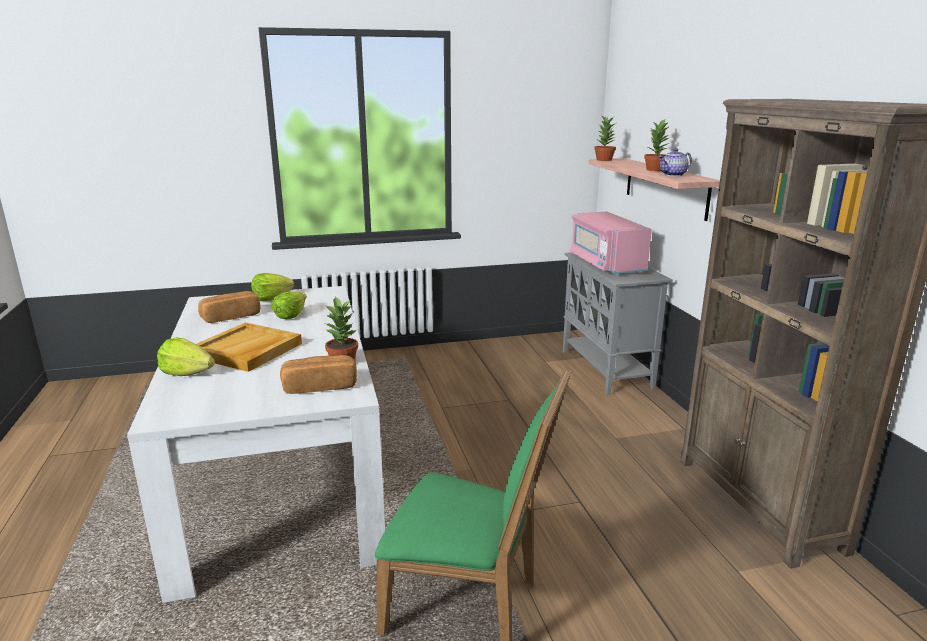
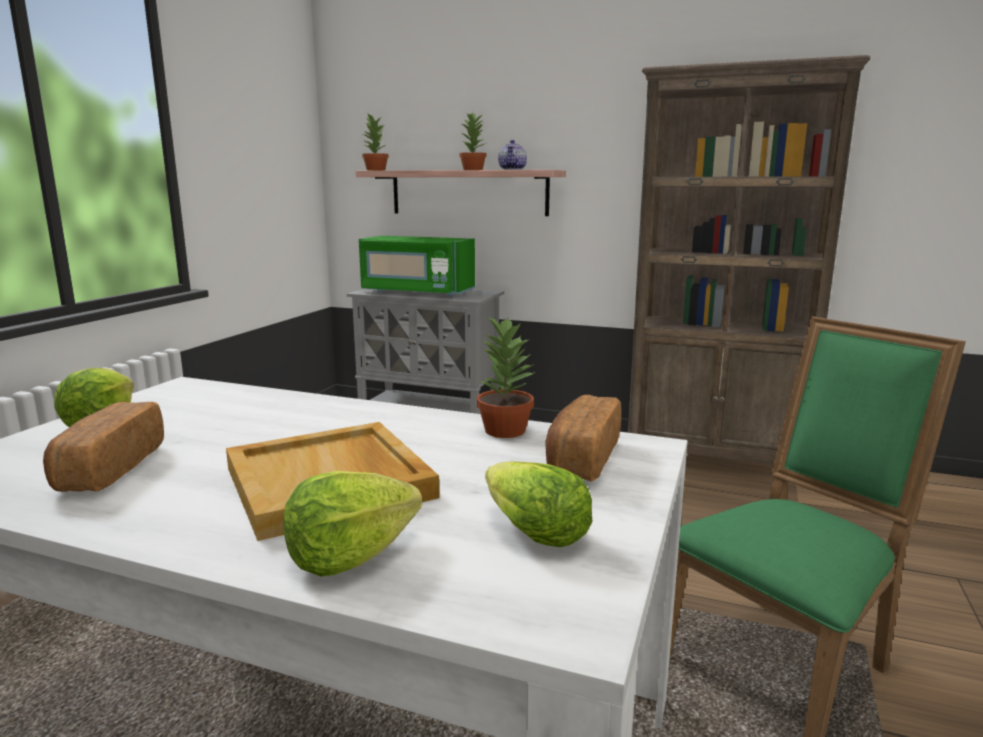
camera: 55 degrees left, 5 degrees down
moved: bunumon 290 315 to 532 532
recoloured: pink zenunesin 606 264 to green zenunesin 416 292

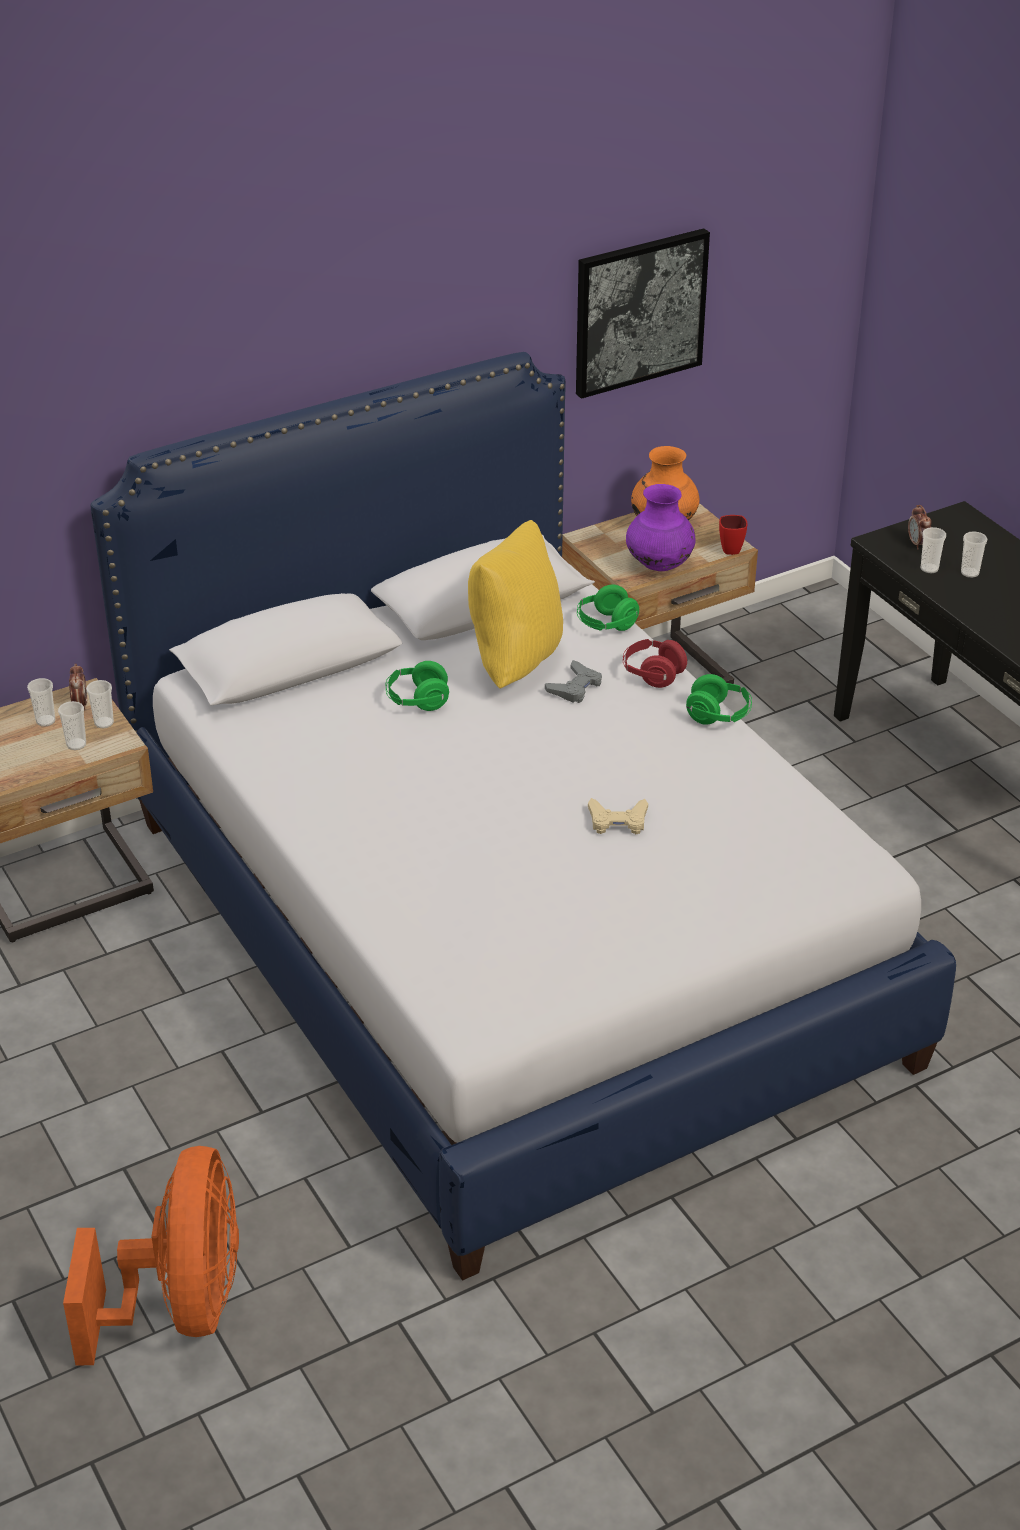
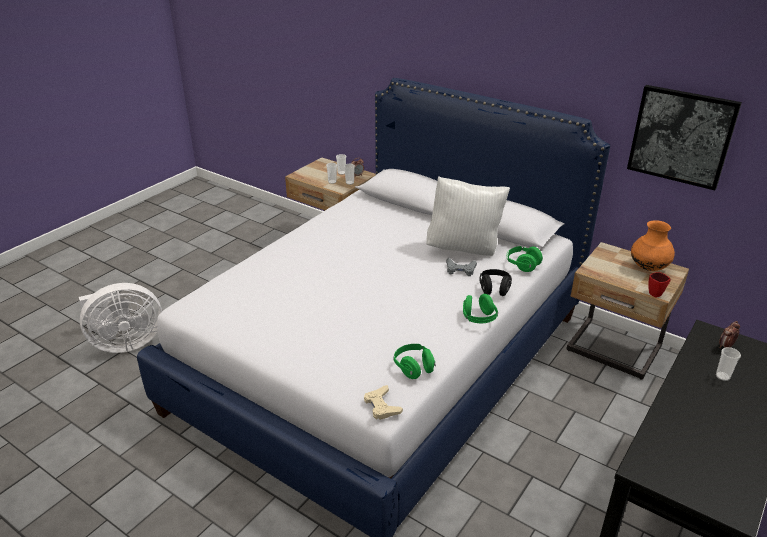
camera: 65 degrees right, 5 degrees down
removed: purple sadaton 659 566; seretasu 929 568
moved: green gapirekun 417 701 to 413 368; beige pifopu 618 821 to 381 406
recoloured: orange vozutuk 181 1306 to white vozutuk 125 343; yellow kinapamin 513 661 to white kinapamin 464 248; red gapirekun 653 674 to black gapirekun 494 289

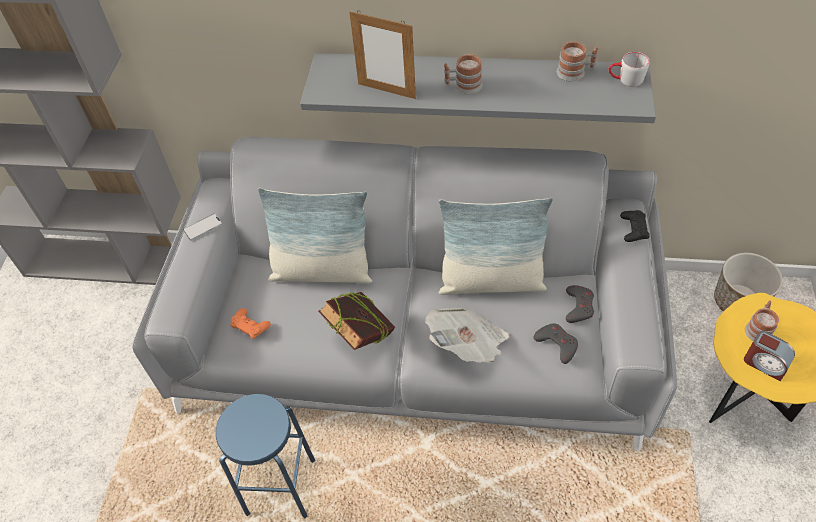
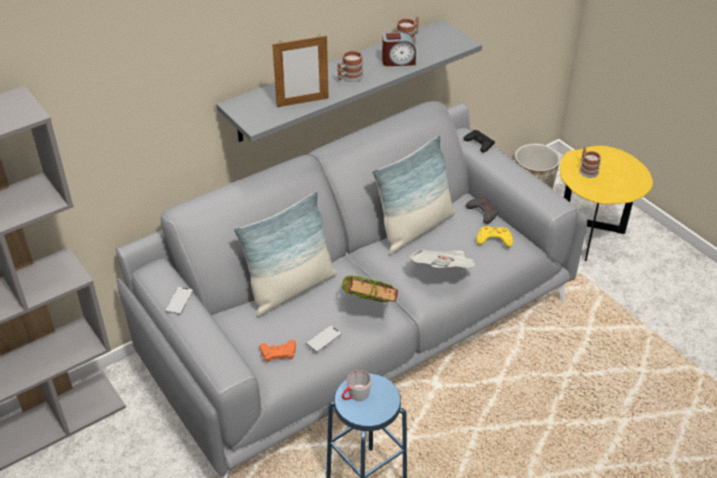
camera: 45 degrees left, 10 degrees down
added: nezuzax 323 339
moved: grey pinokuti 625 80 to 355 396; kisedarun 764 364 to 398 61
recoloured: grey pifopu 557 344 to yellow pifopu 494 239

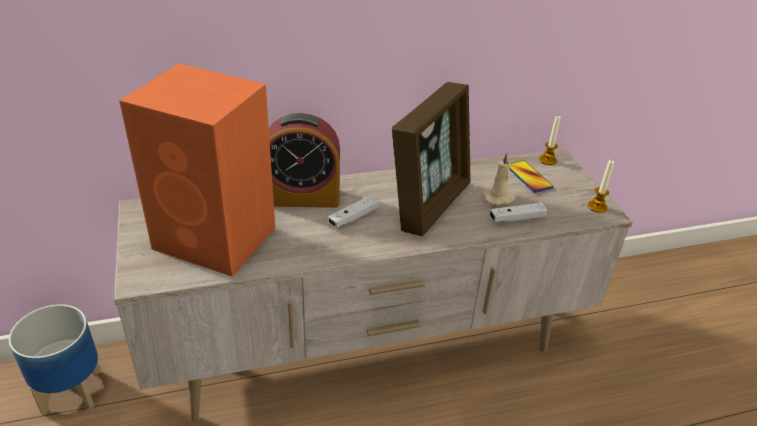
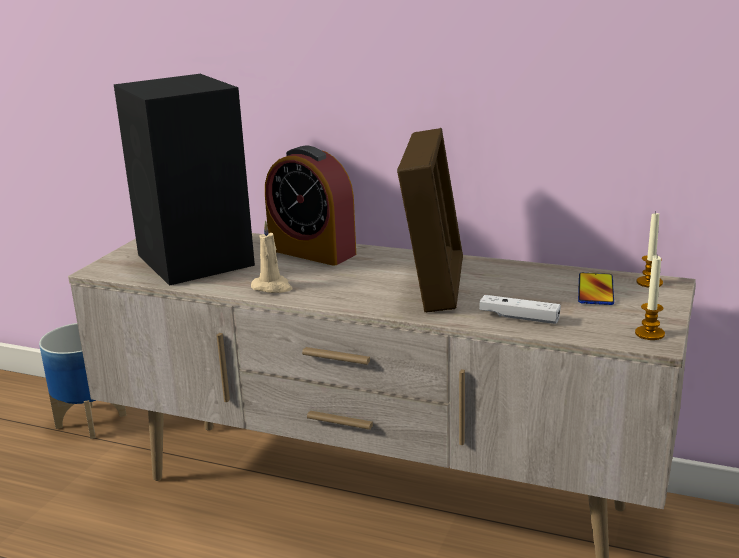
camera: 40 degrees right, 15 degrees down
removed: white pifopu 354 217
moved: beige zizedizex 499 198 to 272 287
recoloured: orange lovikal 217 239 to black lovikal 196 261
turned: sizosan 429 204 = 434 284 60 degrees counterclockwise

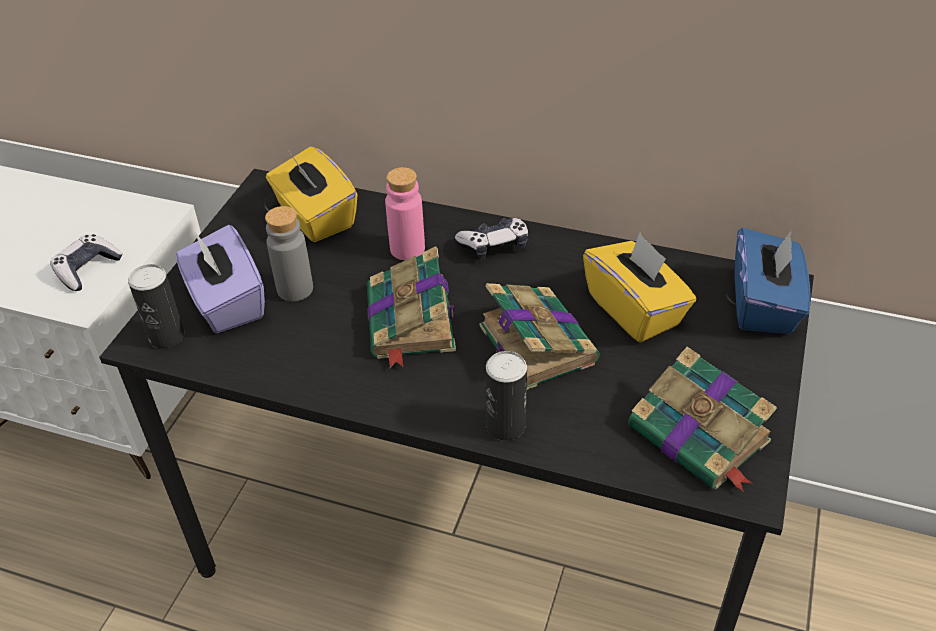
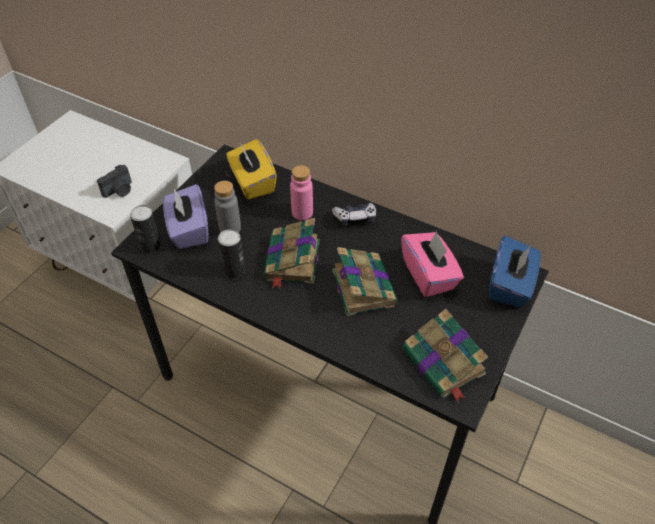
camera: 10 degrees right, 5 degrees up
moved: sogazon 505 426 to 234 270
replaced: pifopu 87 269 to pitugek 119 191
recoloured: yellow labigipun 635 310 to pink labigipun 429 275

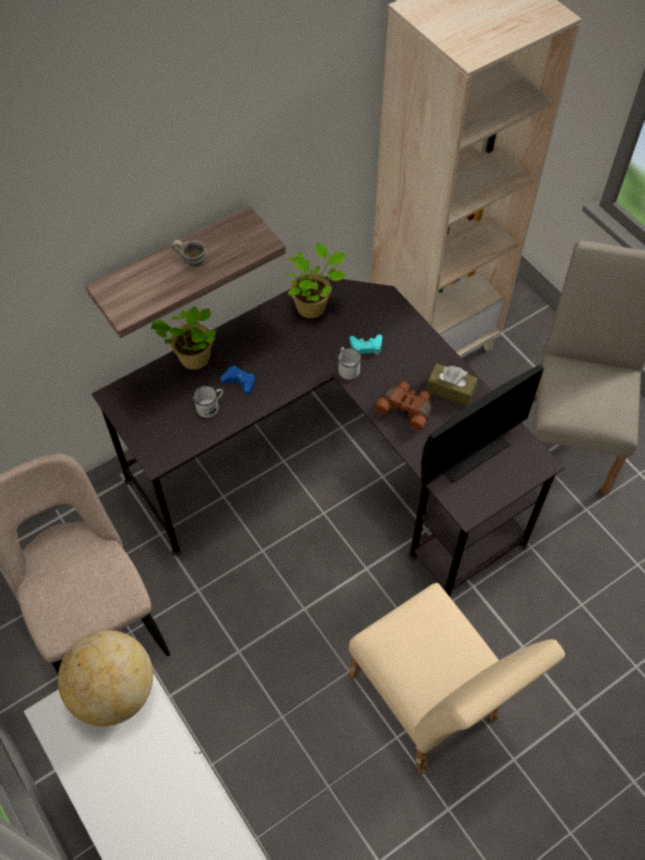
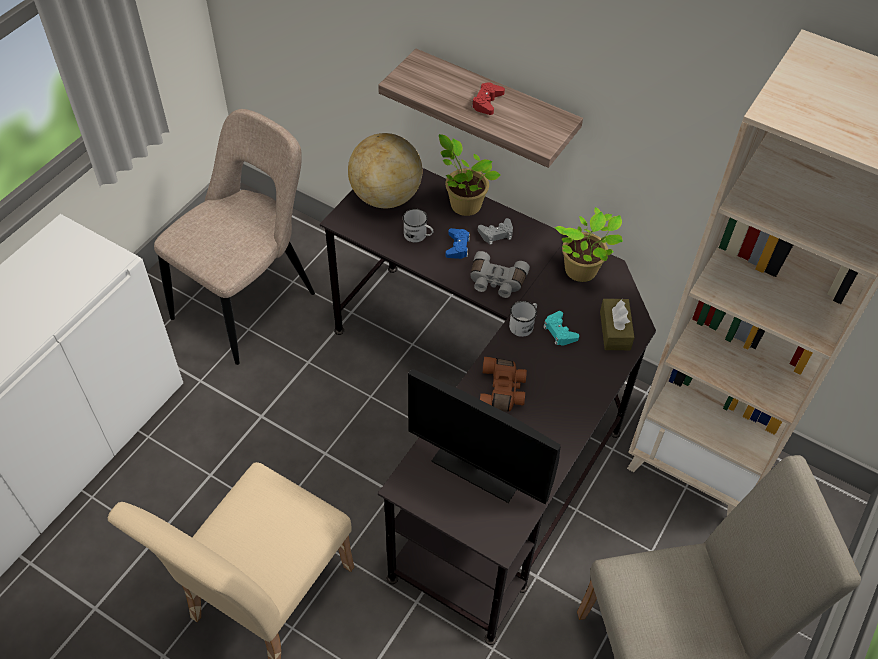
camera: 65 degrees right, 5 degrees down
added: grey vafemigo 496 282; grey pifopu 496 234
moved: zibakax 114 692 to 385 197; brown labigipun 450 390 to 615 330
replaced: grey pinokuti 192 260 to red pifopu 487 102

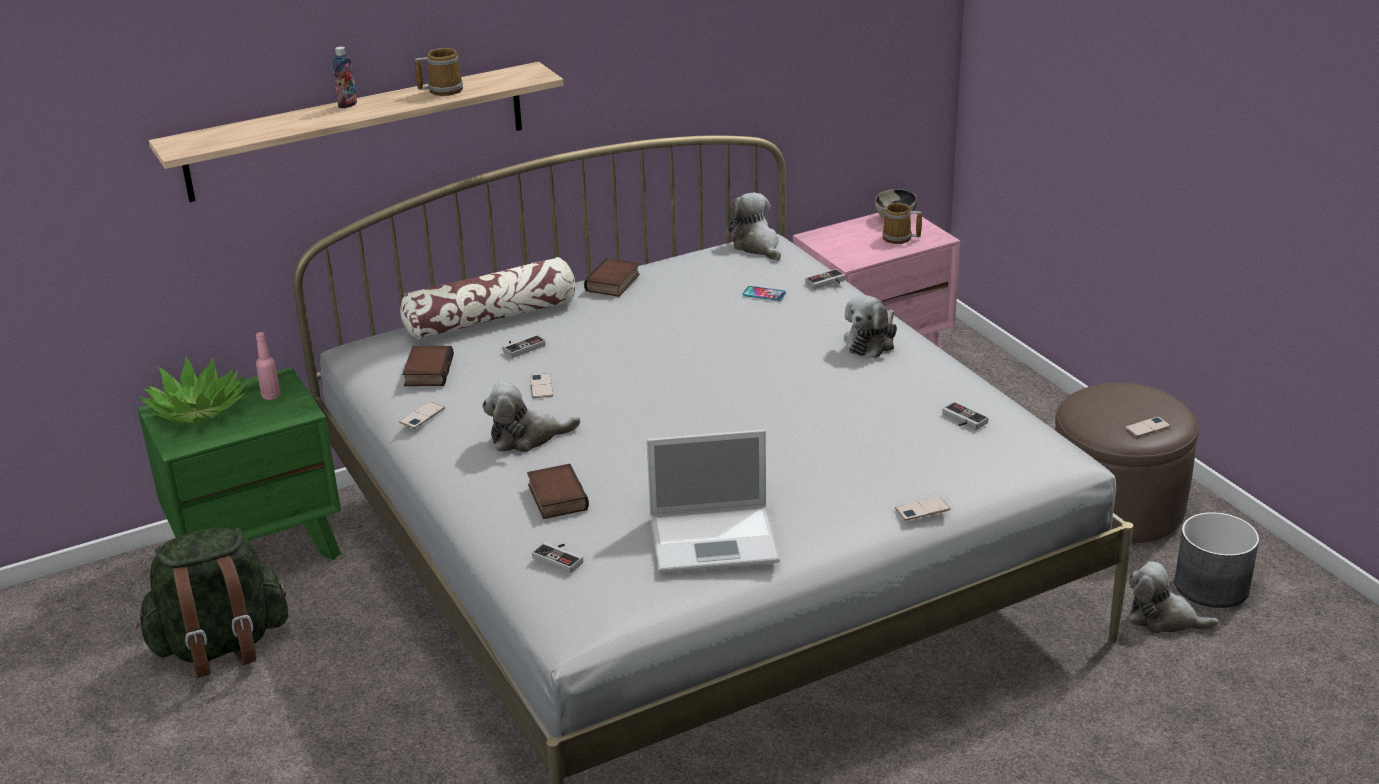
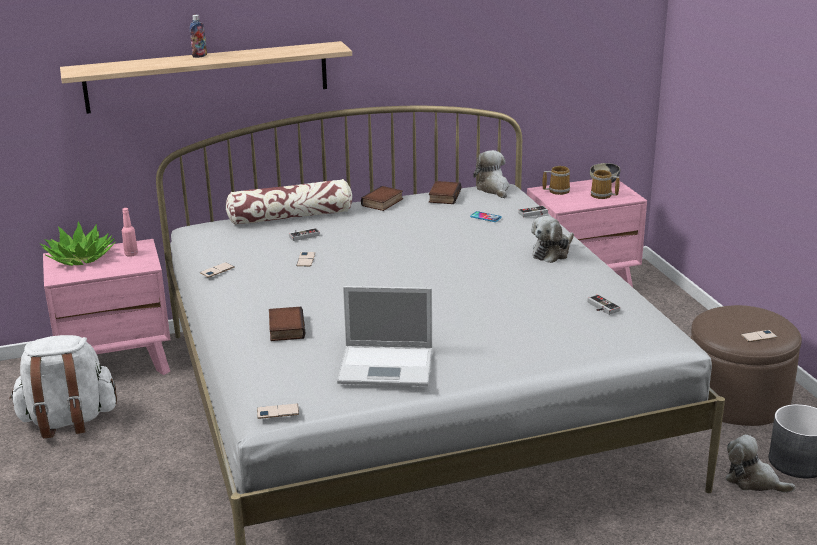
camera: 10 degrees right, 5 degrees down
removed: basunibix 527 437; pifopu 561 558
moved: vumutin 427 371 to 443 196; pinokuti 443 90 to 557 190; nezuzax 922 509 to 278 411
recoloured: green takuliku 221 647 to white takuliku 68 421; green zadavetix 258 549 to pink zadavetix 117 363

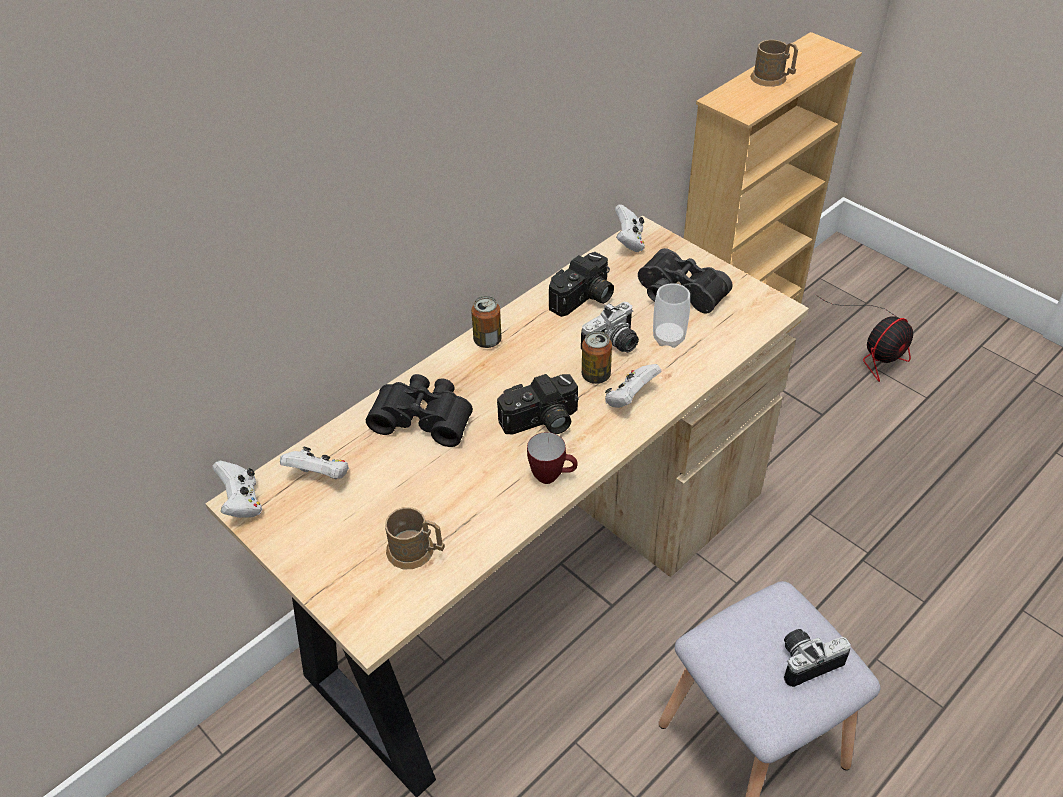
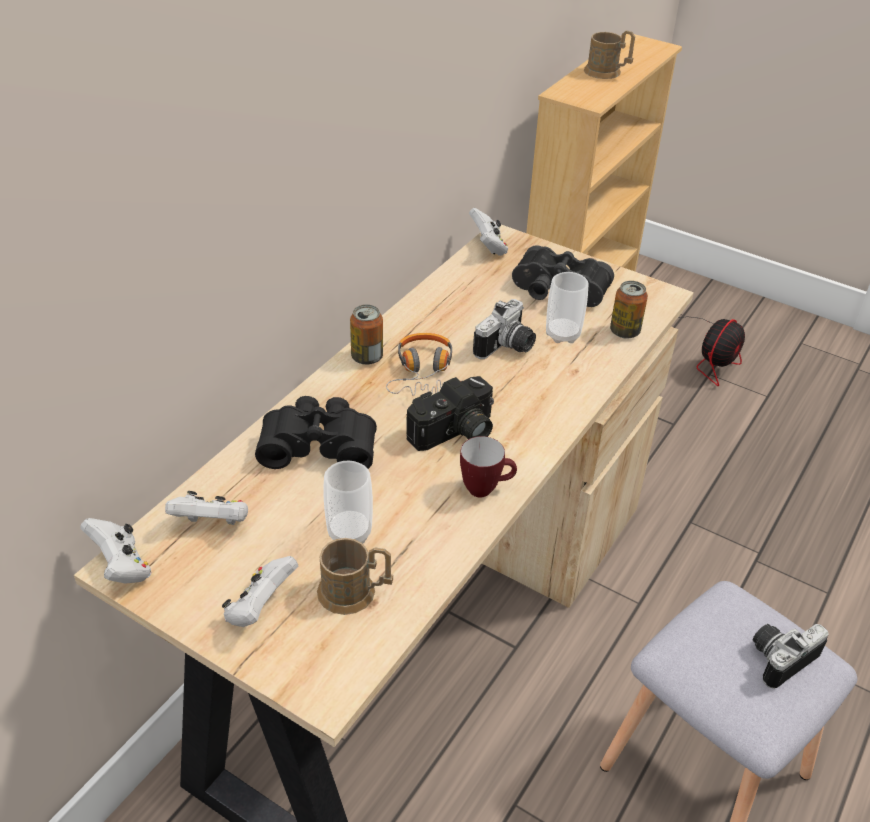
camera: 15 degrees left, 5 degrees down
removed: pitugek 584 299
added: seretasu 349 532; gapirekun 425 373
moved: sogazon 596 375 to 624 331; white pifopu 630 398 to 260 608

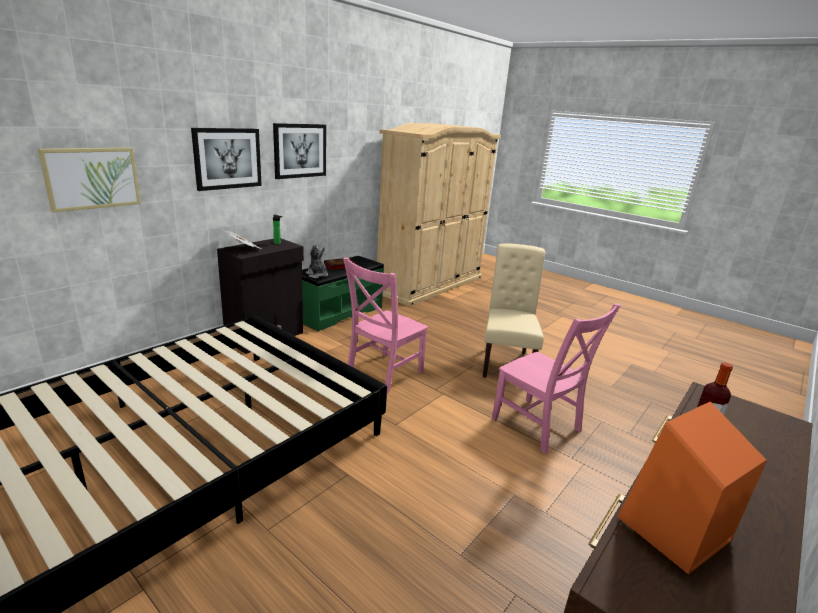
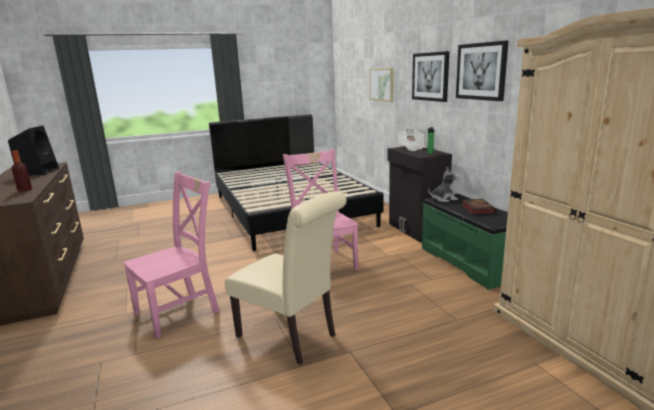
camera: 120 degrees right, 5 degrees down
recoloured: orange lovikal 672 530 to black lovikal 39 172
turned: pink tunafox 539 426 = 180 311 150 degrees clockwise

